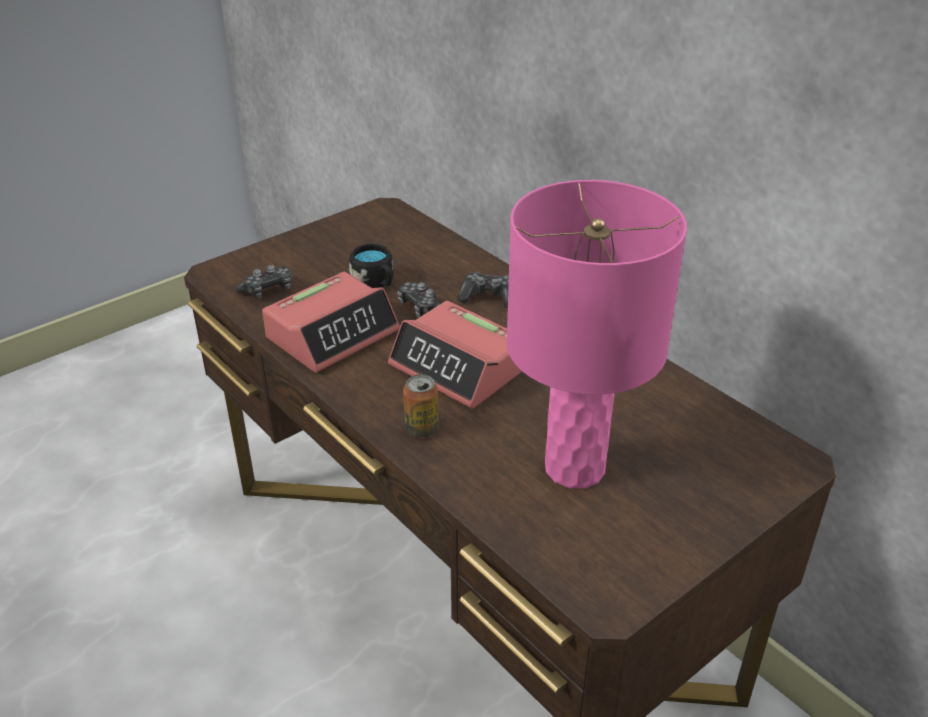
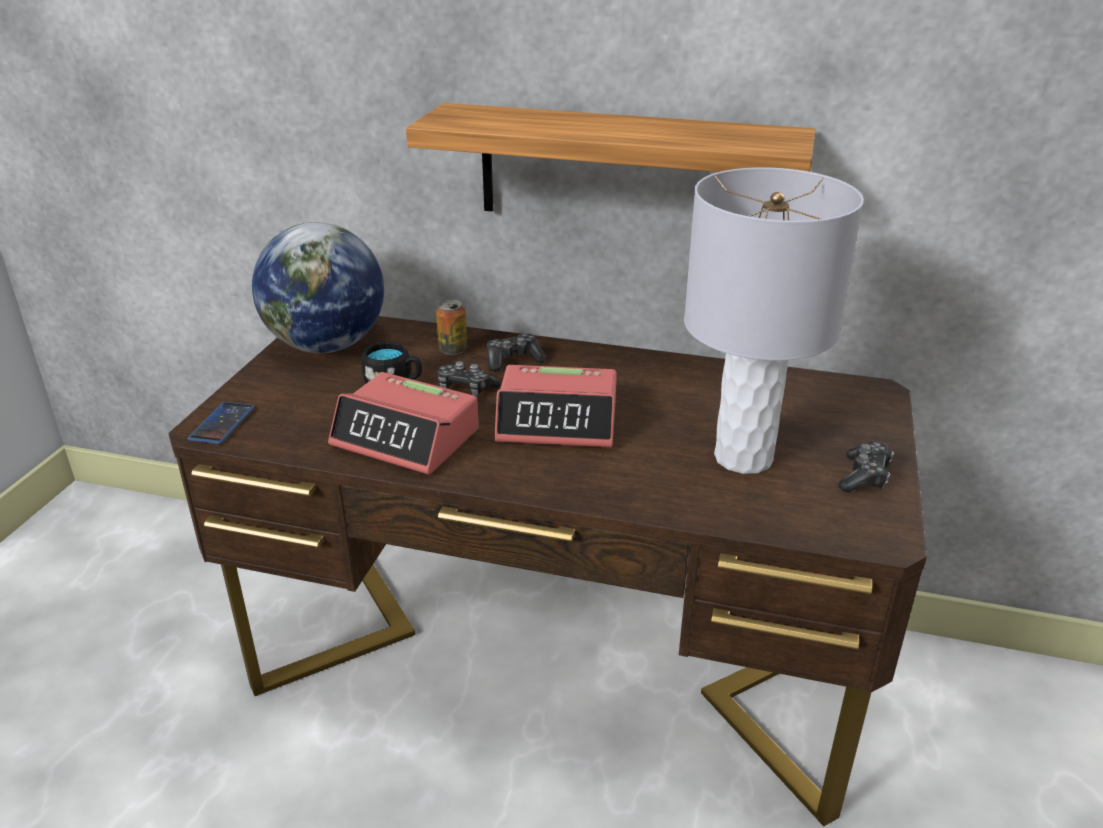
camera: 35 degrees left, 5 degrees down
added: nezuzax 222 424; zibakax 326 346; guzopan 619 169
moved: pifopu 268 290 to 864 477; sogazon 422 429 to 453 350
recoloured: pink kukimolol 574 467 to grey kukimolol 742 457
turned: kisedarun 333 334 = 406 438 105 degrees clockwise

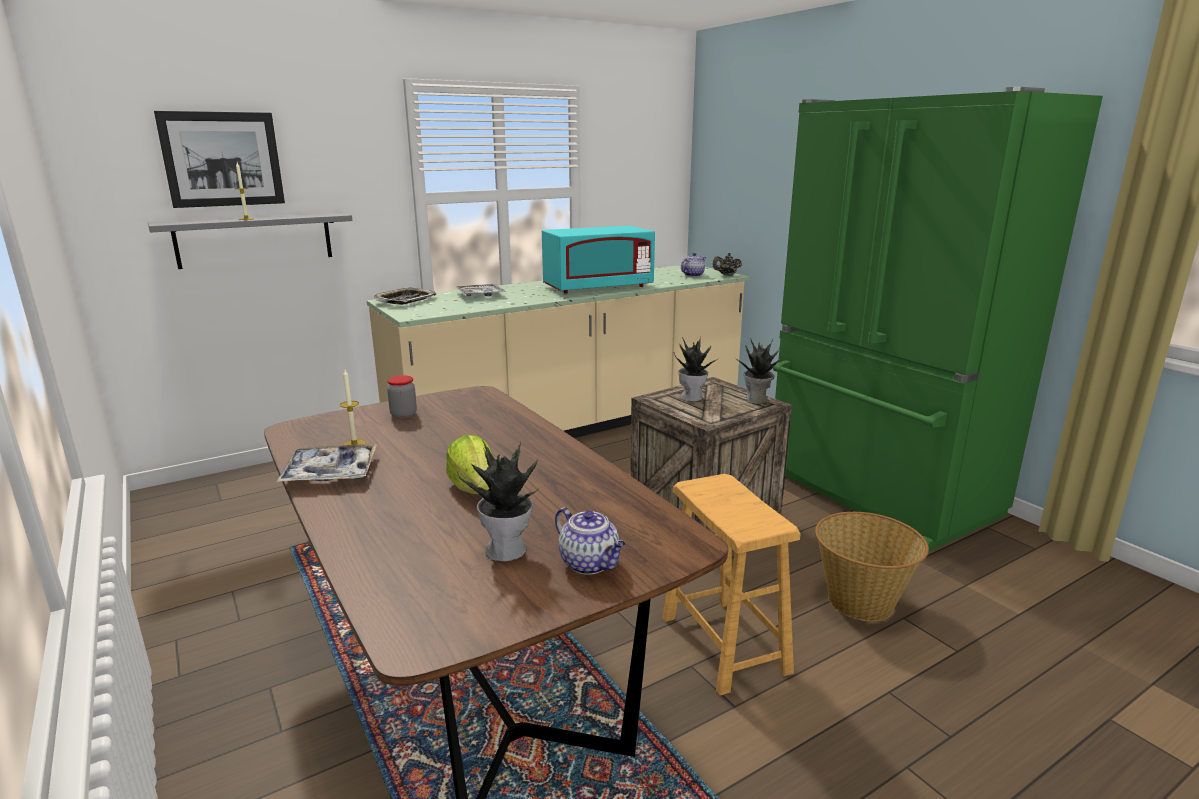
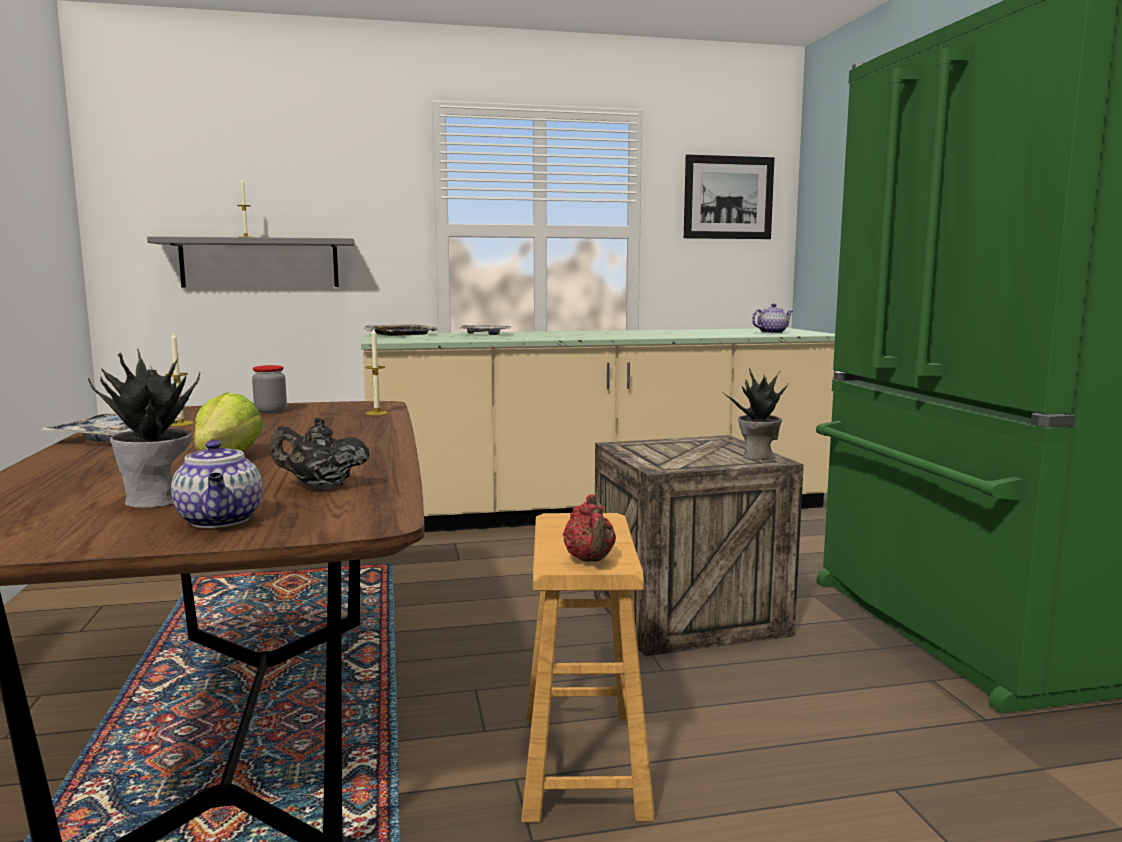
camera: 20 degrees right, 10 degrees down
removed: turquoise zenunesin 598 288; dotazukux 692 397; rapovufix 861 601
added: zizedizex 377 413; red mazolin 589 560
moved: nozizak 222 159 to 728 197; black mazolin 727 275 to 320 487

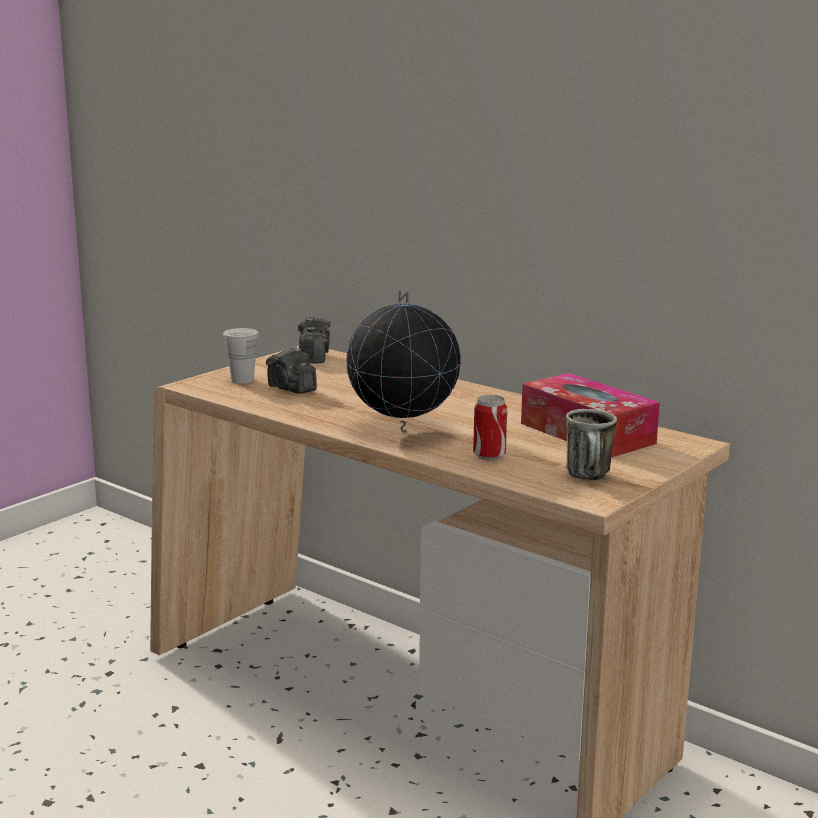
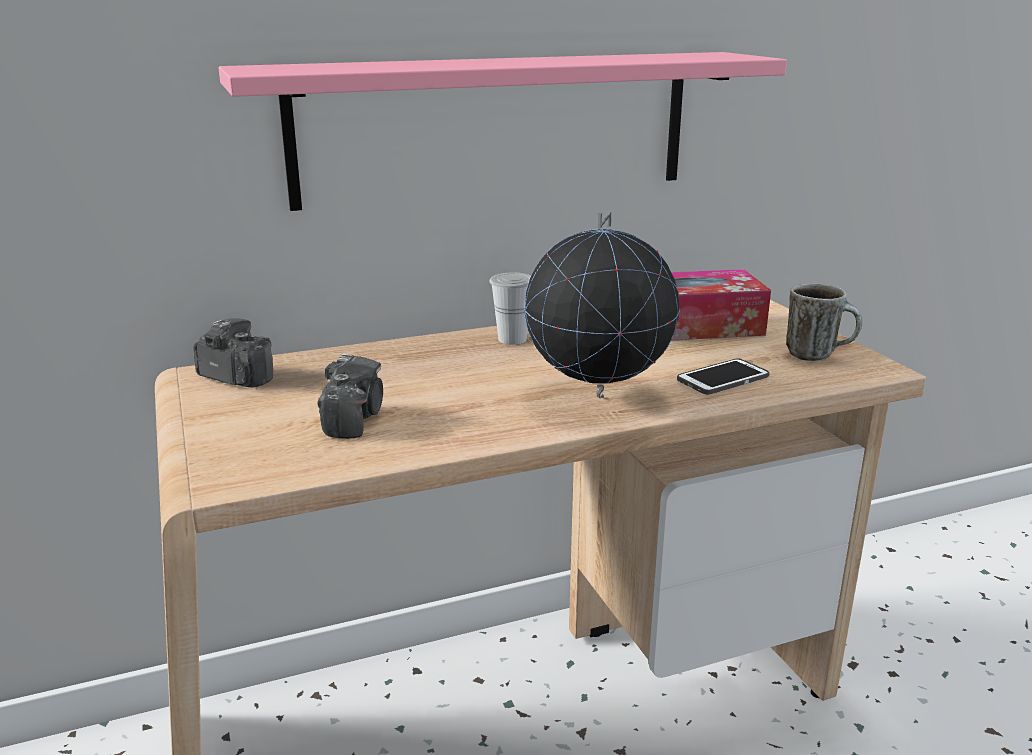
camera: 60 degrees left, 5 degrees up
added: pink guzopan 495 127
moved: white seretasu 242 380 to 512 339
replaced: sogazon 489 456 to nezuzax 723 378
turned: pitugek 291 389 = 353 420 75 degrees counterclockwise

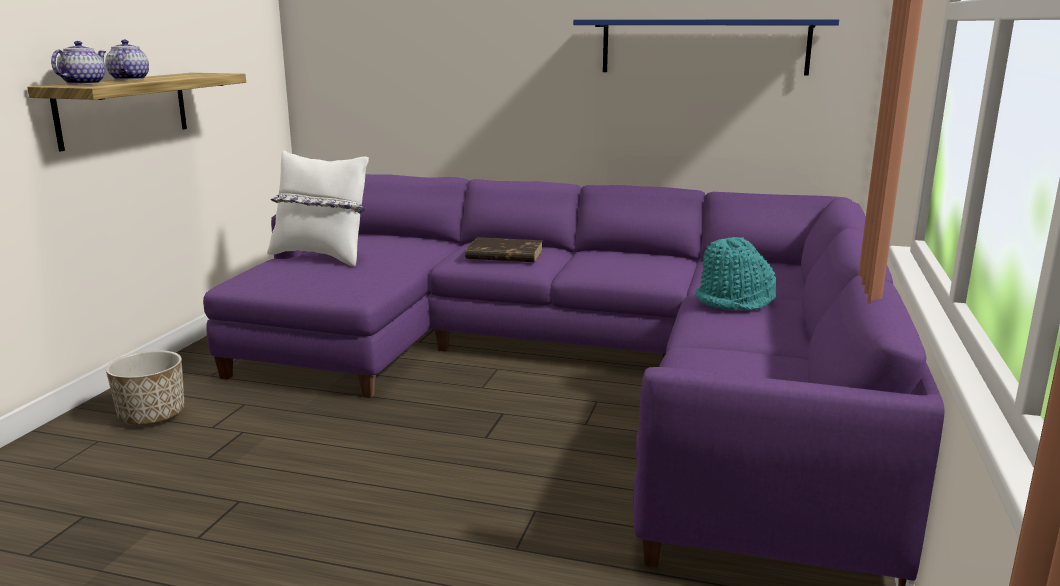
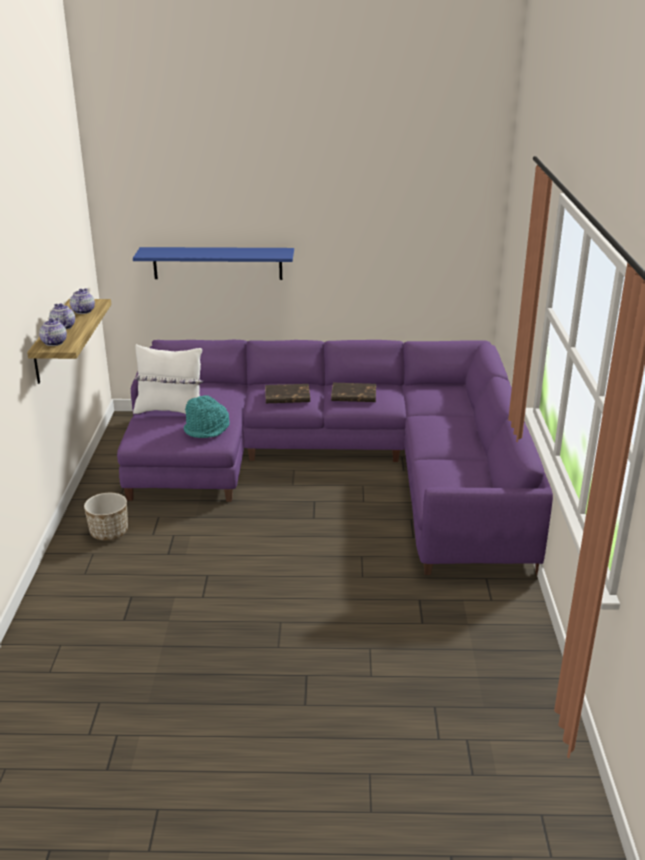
camera: 15 degrees left, 10 degrees up
added: mazolin 83 311; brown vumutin 353 395
moved: blue guzopan 704 46 to 217 263; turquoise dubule 735 301 to 207 429

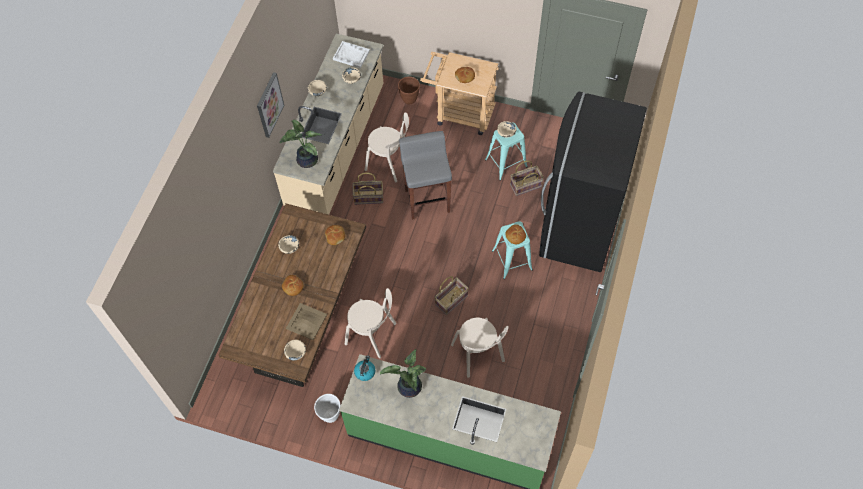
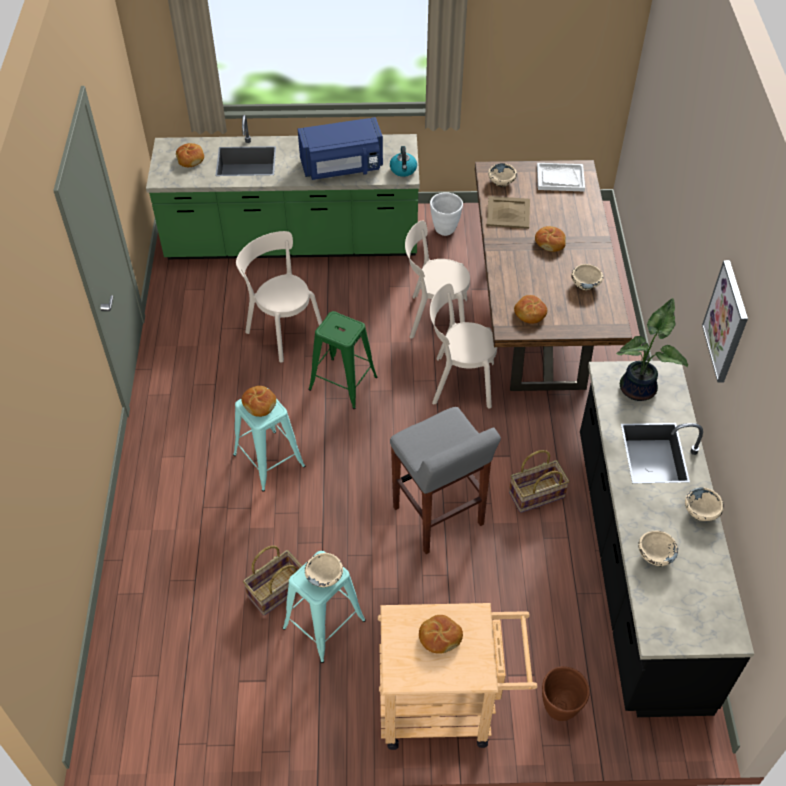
camera: 160 degrees right, 10 degrees down
removed: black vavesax 578 226
added: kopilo 191 159
moved: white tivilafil 351 55 to 560 178; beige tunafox 390 163 to 459 382
replaced: dotazukux 408 388 to blue zenunesin 342 167; rapovufix 451 301 to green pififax 343 383
recoloured: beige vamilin 337 147 to black vamilin 637 566

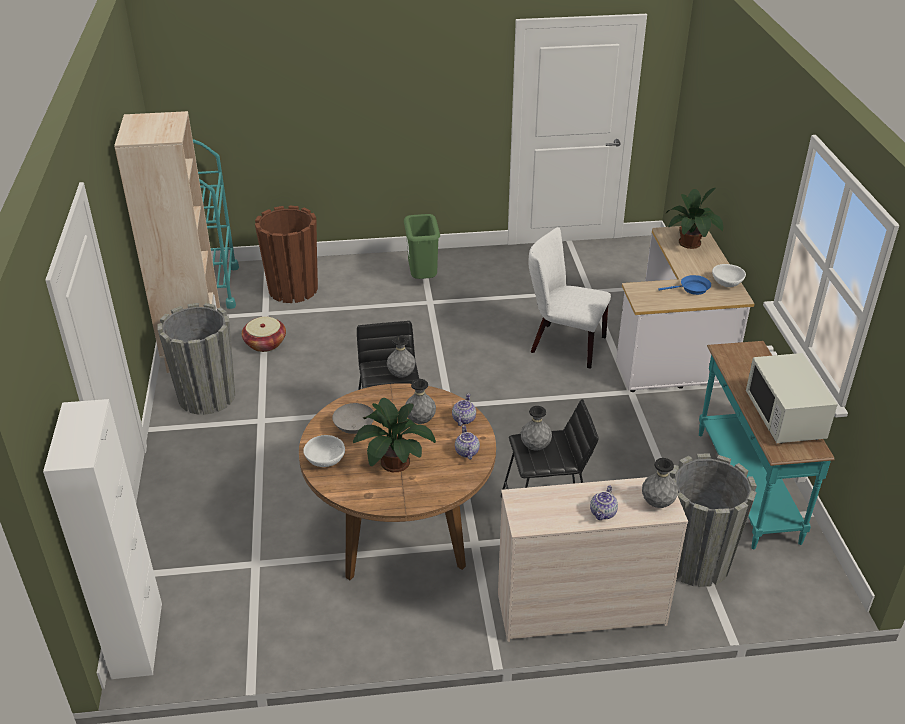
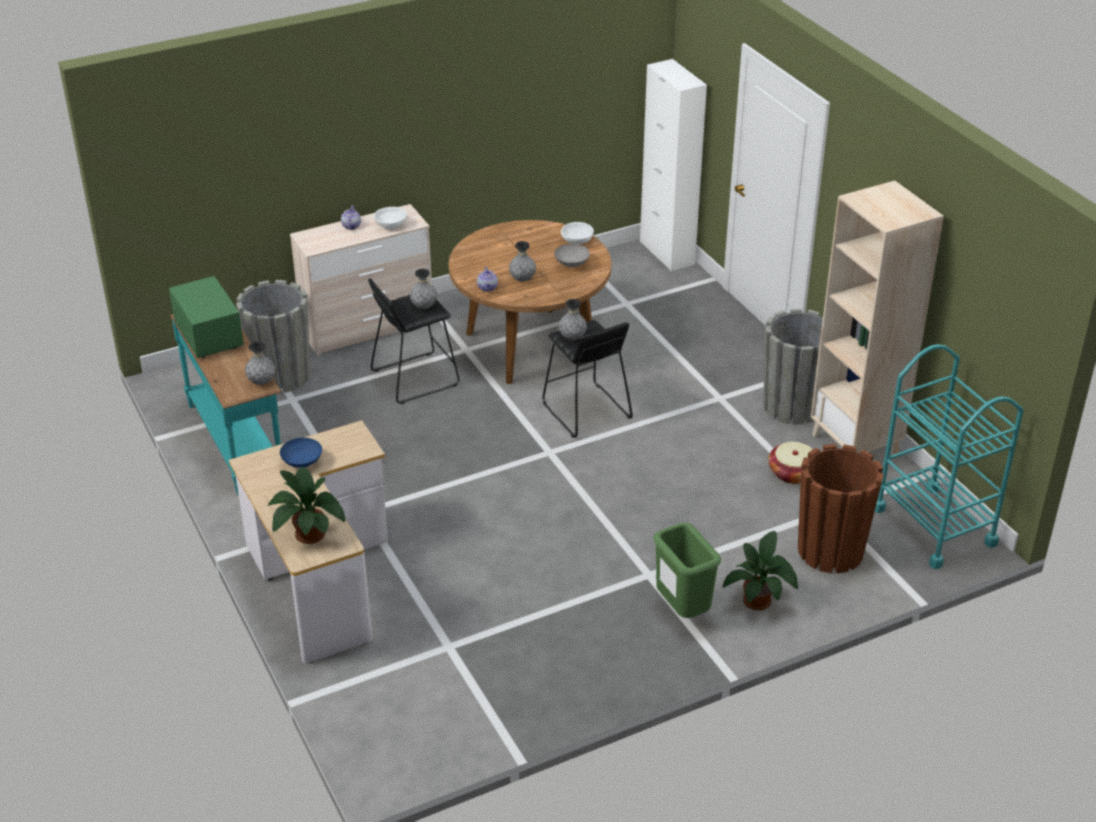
camera: 160 degrees right, 0 degrees up
removed: mazolin 466 452; white tunafox 563 344
moved: dotazukux 392 462 to 759 599; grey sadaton 657 503 to 261 382; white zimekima 727 283 to 391 225
replaced: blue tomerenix 692 289 to blue zimekima 301 462
recoloured: white zenunesin 785 417 to green zenunesin 208 336

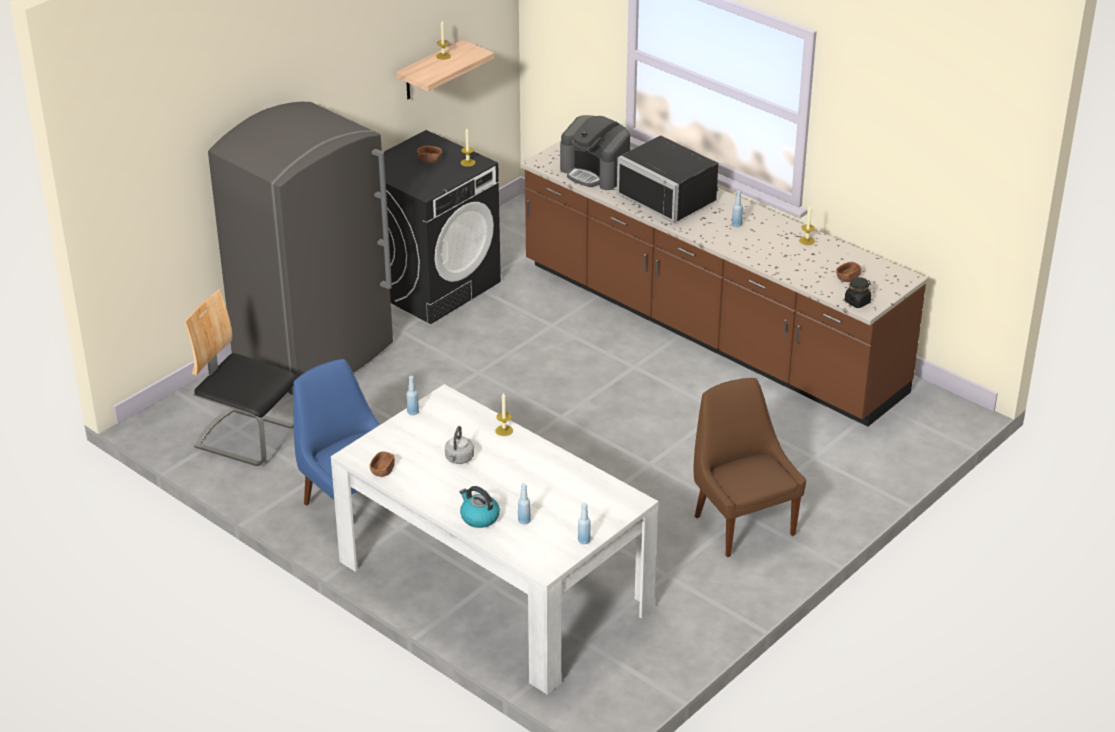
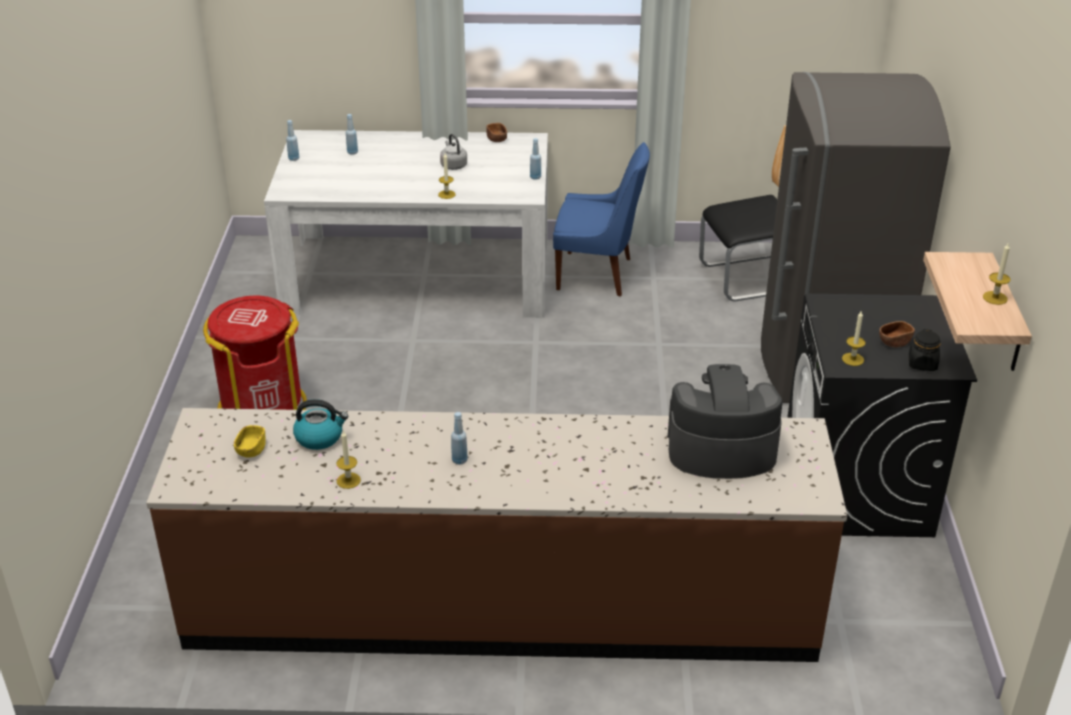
camera: 140 degrees right, 0 degrees up
removed: black zenunesin 671 197
moved: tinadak 479 517 to 320 437; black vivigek 857 302 to 922 364
replaced: brown tunafox 742 523 to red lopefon 262 406
recoloured: brown zimekima 847 278 to yellow zimekima 251 450

